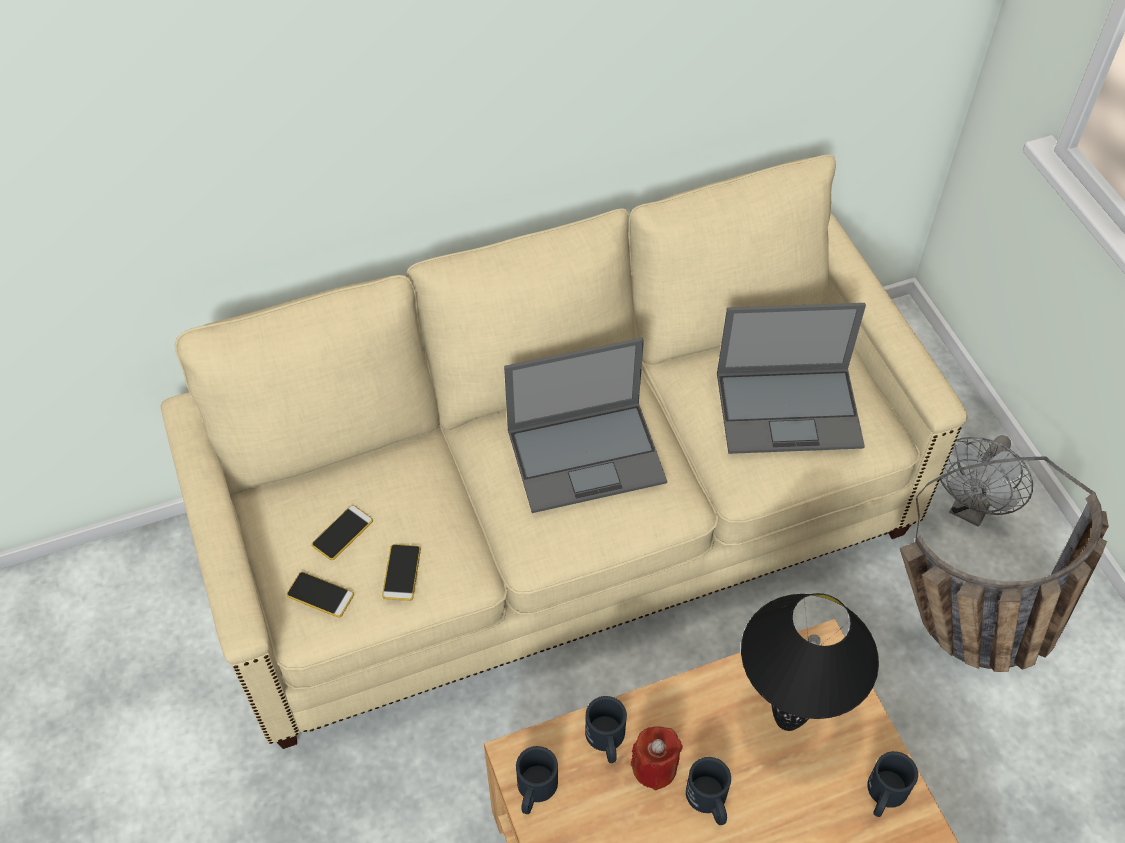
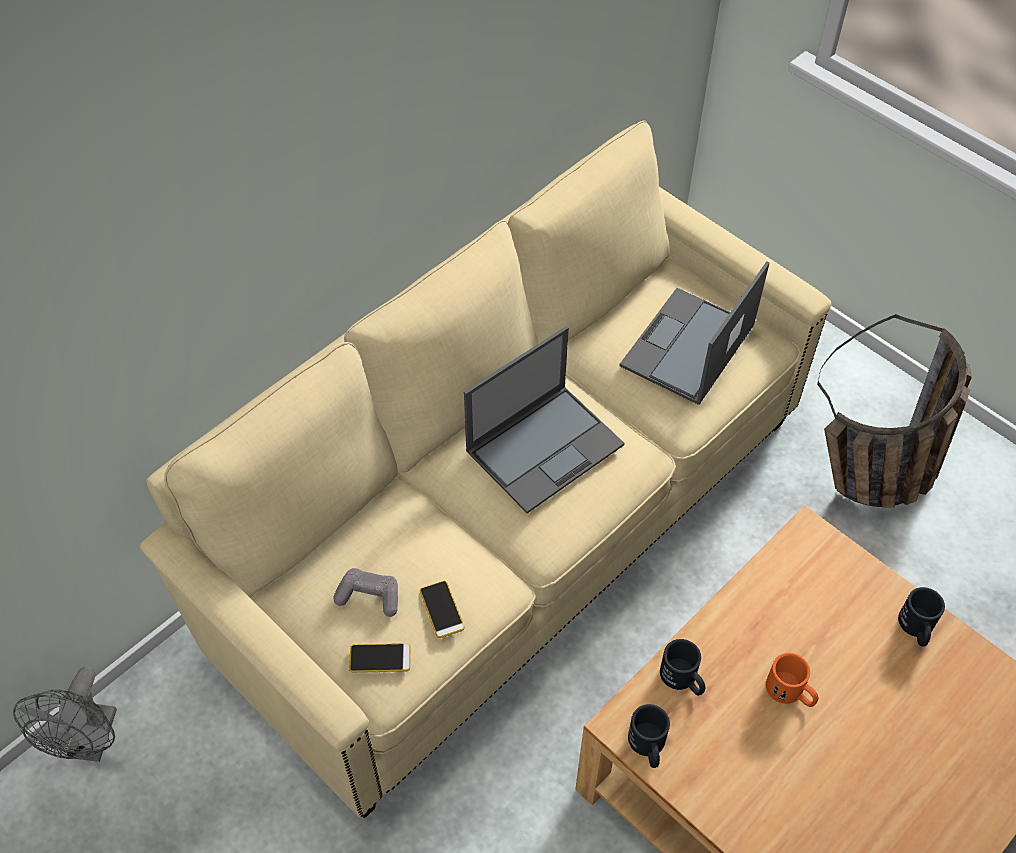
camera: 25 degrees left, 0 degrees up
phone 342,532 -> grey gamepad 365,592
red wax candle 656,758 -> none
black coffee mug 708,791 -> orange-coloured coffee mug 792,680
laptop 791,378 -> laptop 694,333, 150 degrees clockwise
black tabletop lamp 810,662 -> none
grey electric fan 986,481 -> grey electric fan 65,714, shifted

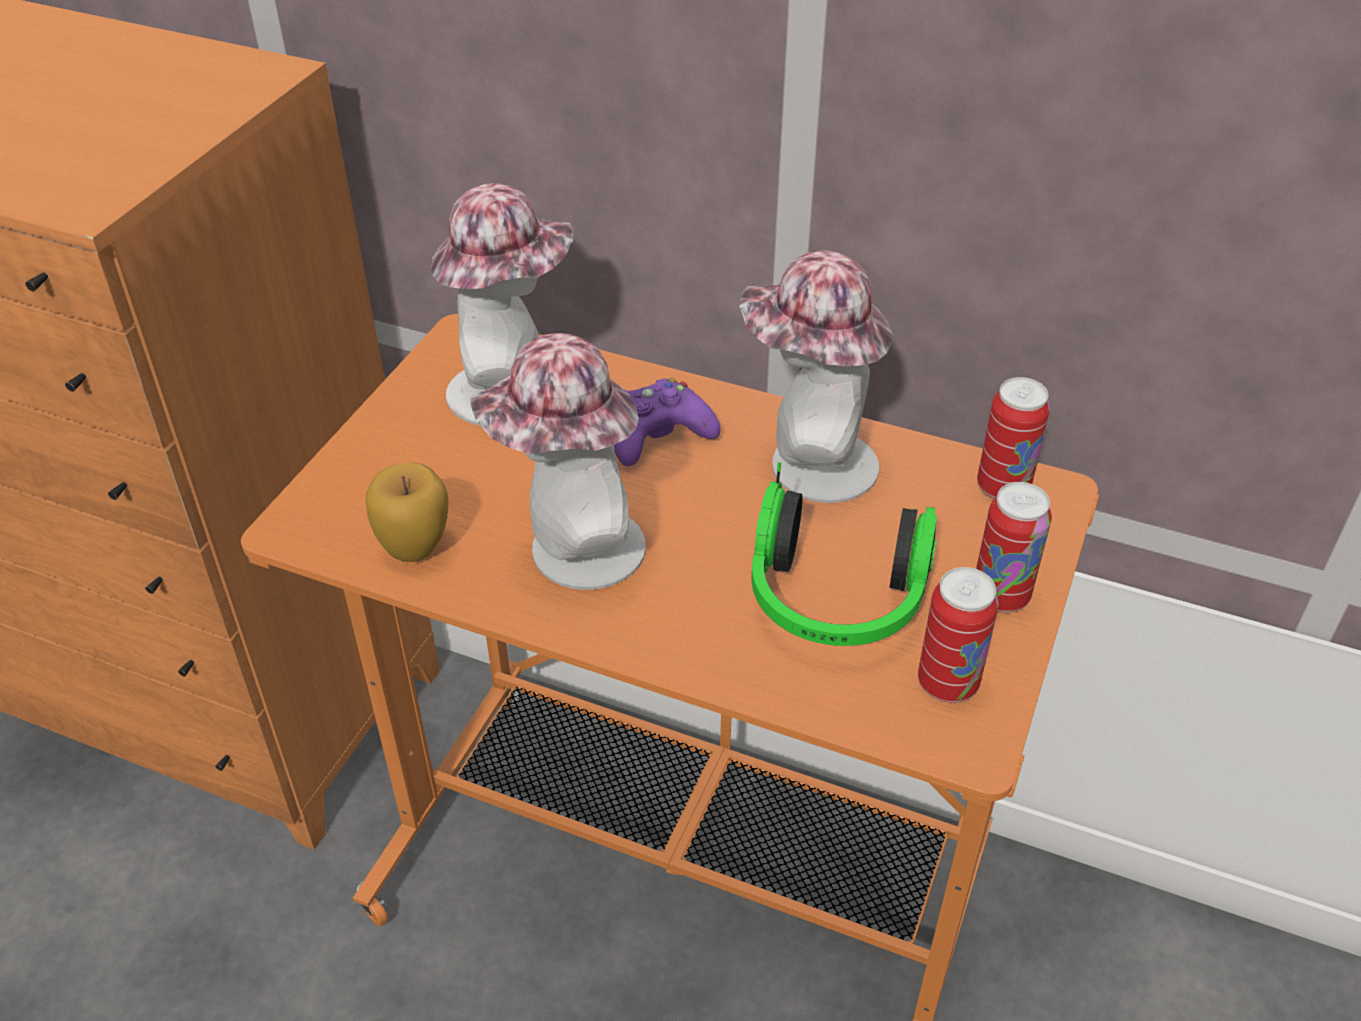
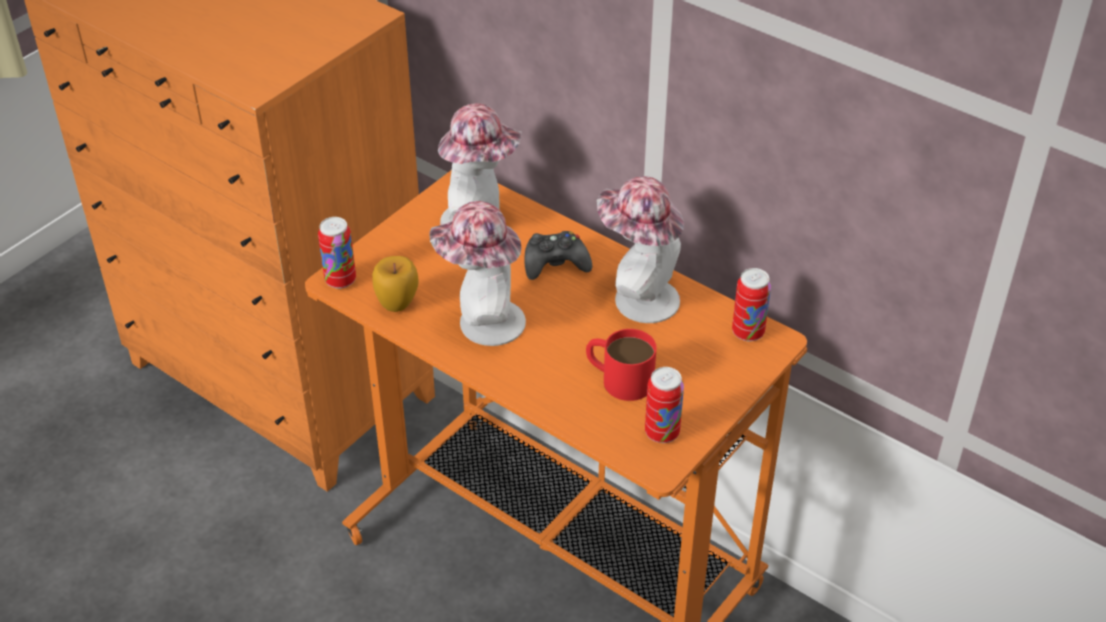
camera: 15 degrees right, 0 degrees up
purple-coloured gamepad 667,422 -> black gamepad 558,255
pair of headphones 844,554 -> red coffee mug 621,365
can 1014,547 -> can 337,253, shifted

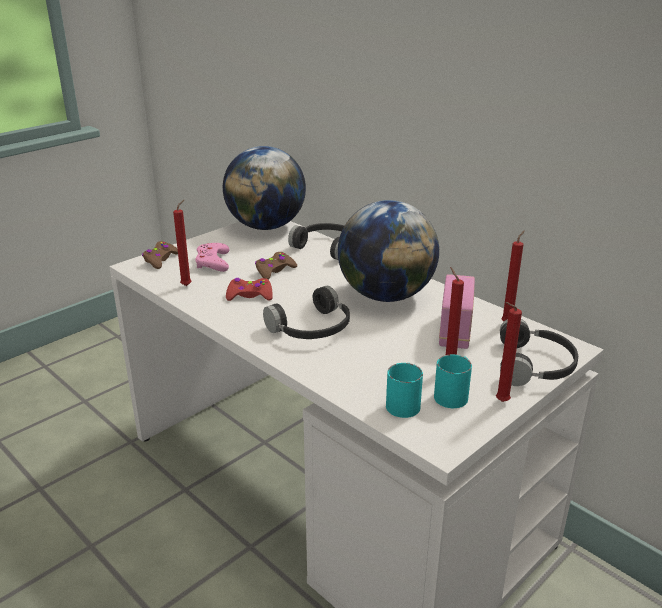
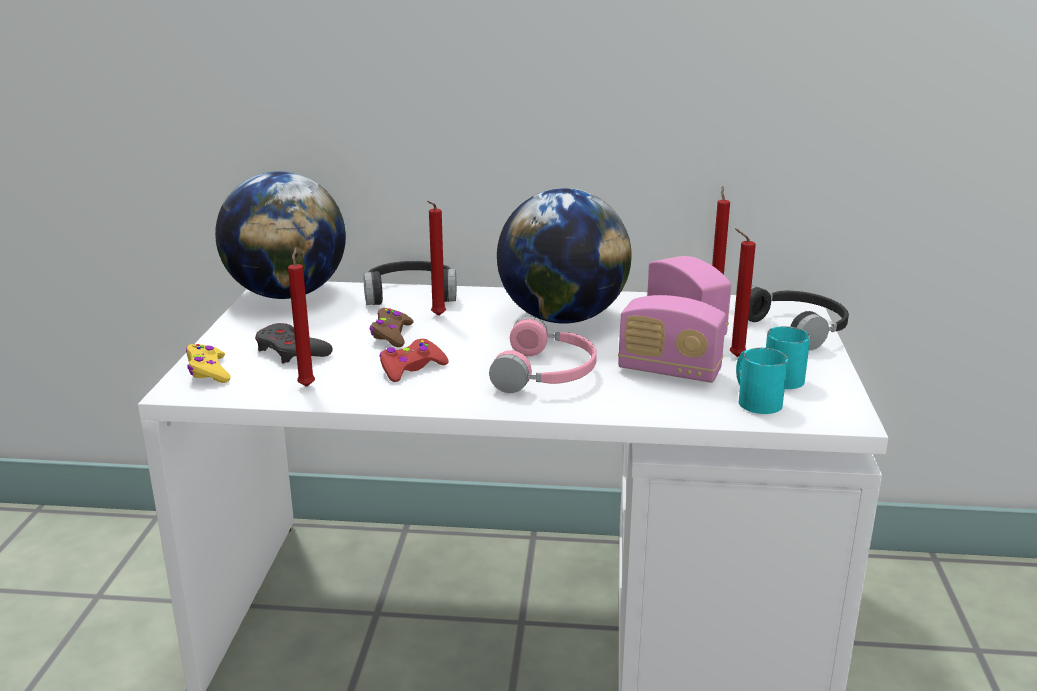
camera: 40 degrees left, 5 degrees down
brown gamepad 160,255 -> yellow-coloured gamepad 208,363
pink-coloured gamepad 212,257 -> grey gamepad 294,343
black pair of headphones 306,312 -> pink-coloured pair of headphones 543,354
red wax candle 509,352 -> red wax candle 436,258, shifted
none -> radio set 672,339

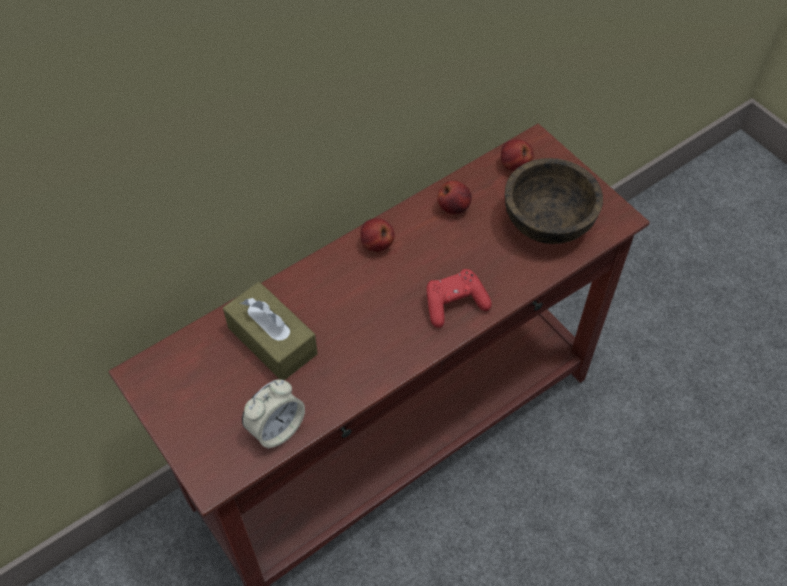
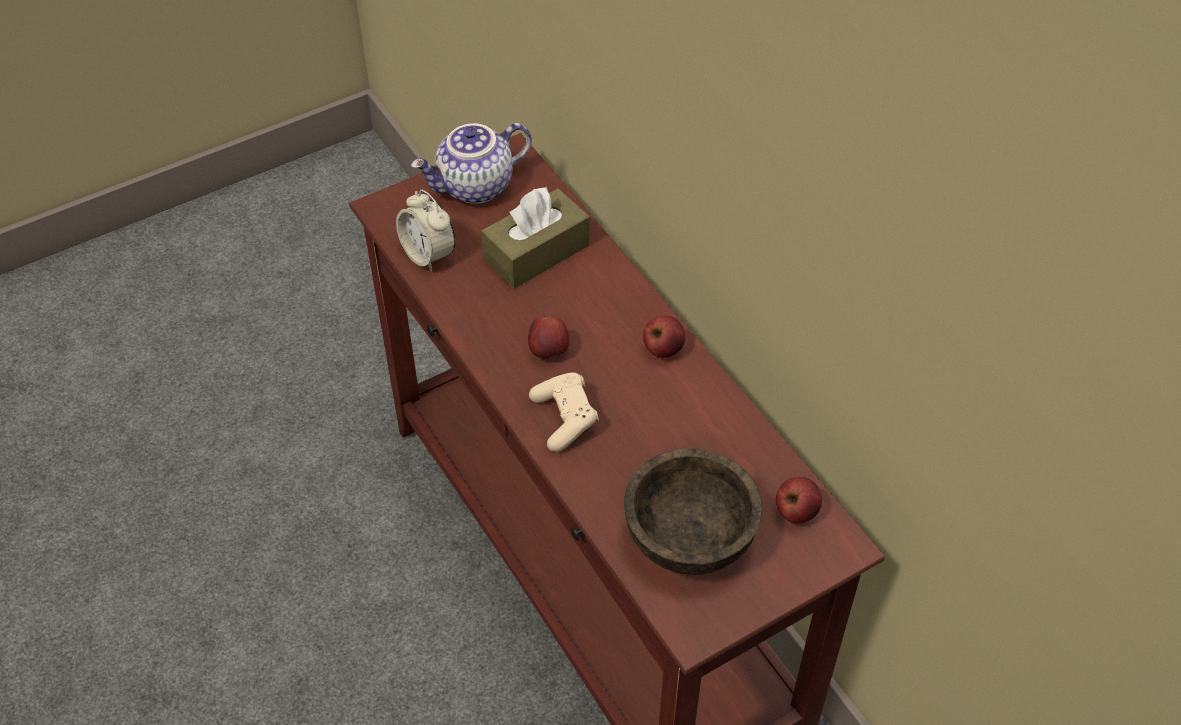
camera: 95 degrees right, 5 degrees down
red gamepad 459,298 -> beige gamepad 564,412
whole apple 454,197 -> whole apple 549,338, shifted
none -> tea pot 471,163

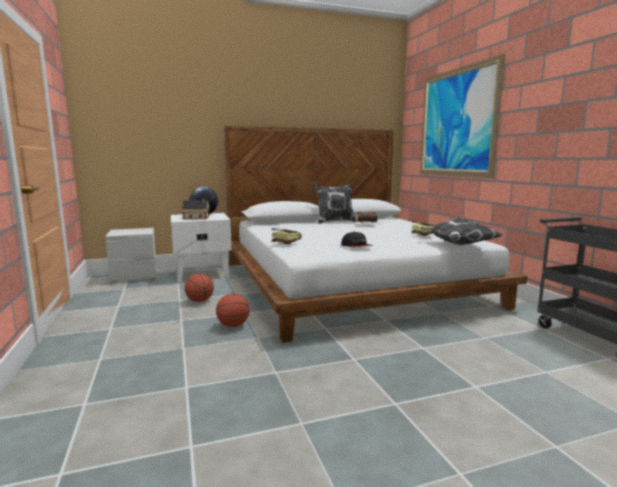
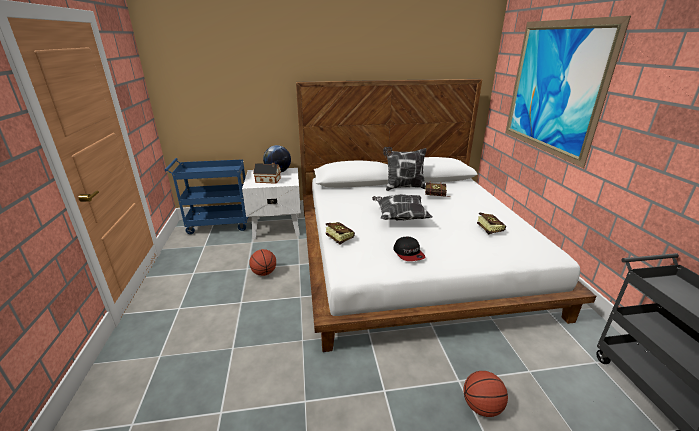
camera: 10 degrees right, 15 degrees up
white night table 131,255 -> blue-coloured wheeled cart 207,196
ball for basketball 233,310 -> ball for basketball 486,394, shifted
pillow 461,231 -> pillow 402,207, shifted

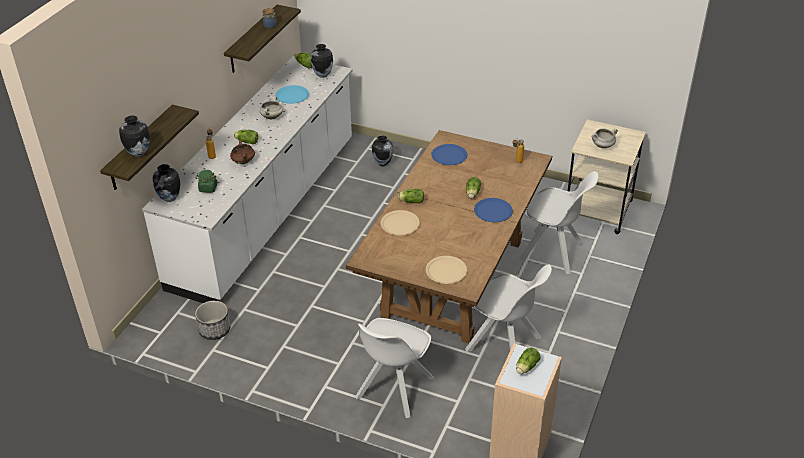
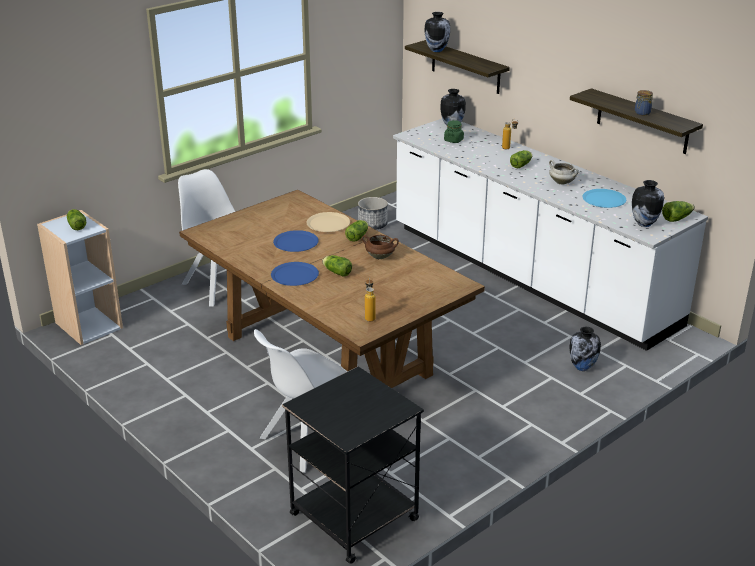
camera: 115 degrees right, 10 degrees down
brown cooking pot 242,152 -> brown cooking pot 380,247, shifted
beige dinner plate 446,270 -> none
blue-coloured dinner plate 449,154 -> blue-coloured dinner plate 296,241, shifted
white chair 508,308 -> none
beige wheeled cart 607,177 -> black wheeled cart 353,465
white cooking pot 605,138 -> none

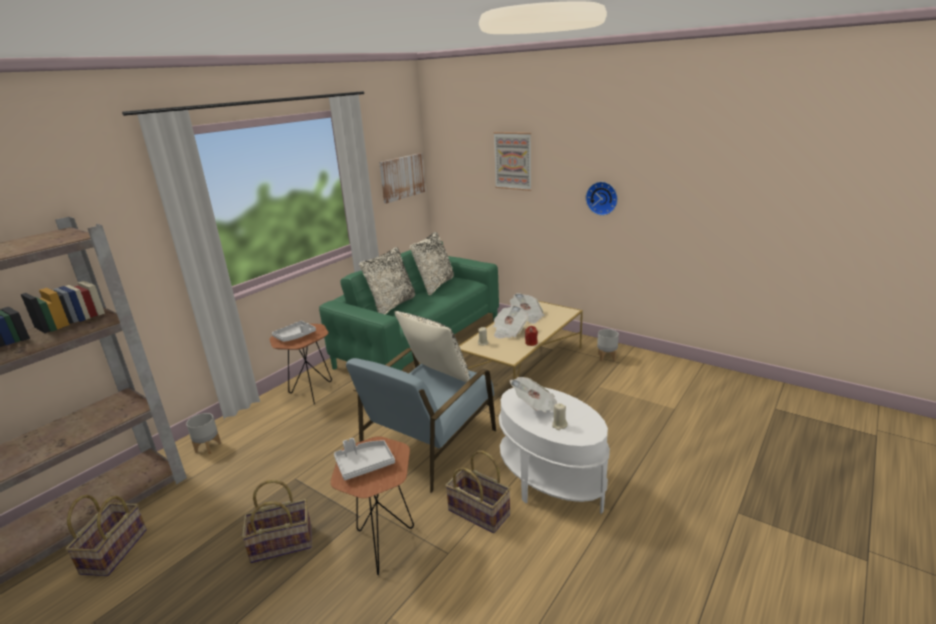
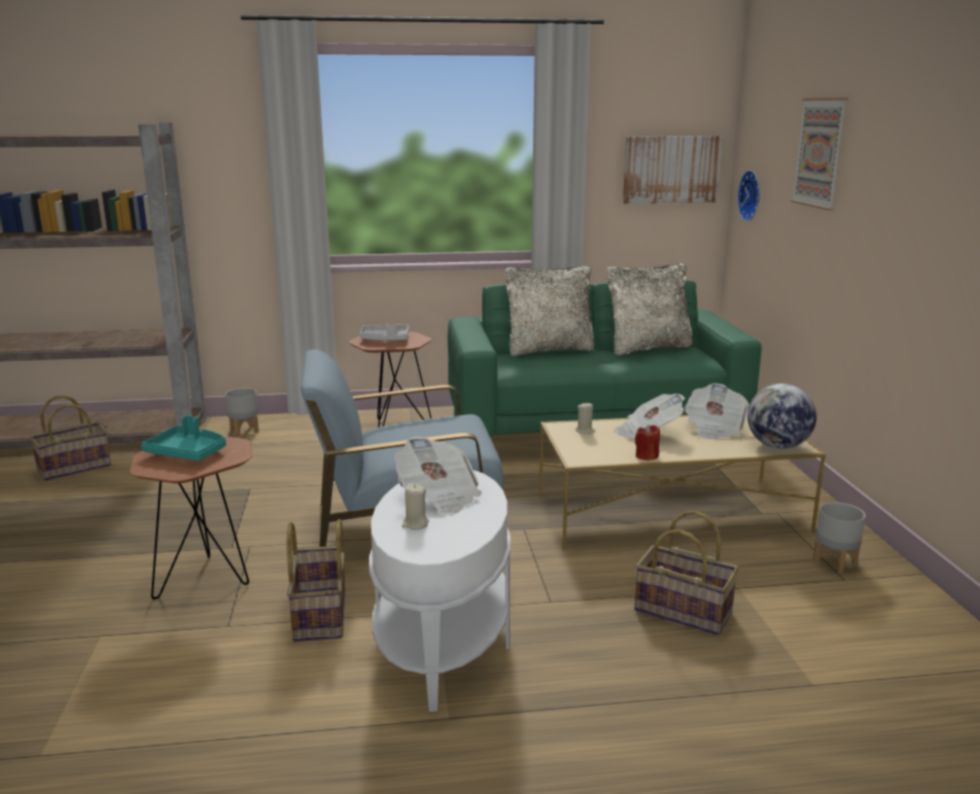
camera: 45 degrees right, 5 degrees down
household basket 276,521 -> household basket 686,572, shifted
grey serving tray 364,459 -> blue-green serving tray 183,438
beige pillow 432,347 -> none
clock on the wall 602,199 -> clock on the wall 748,195, shifted
none -> world globe 782,416

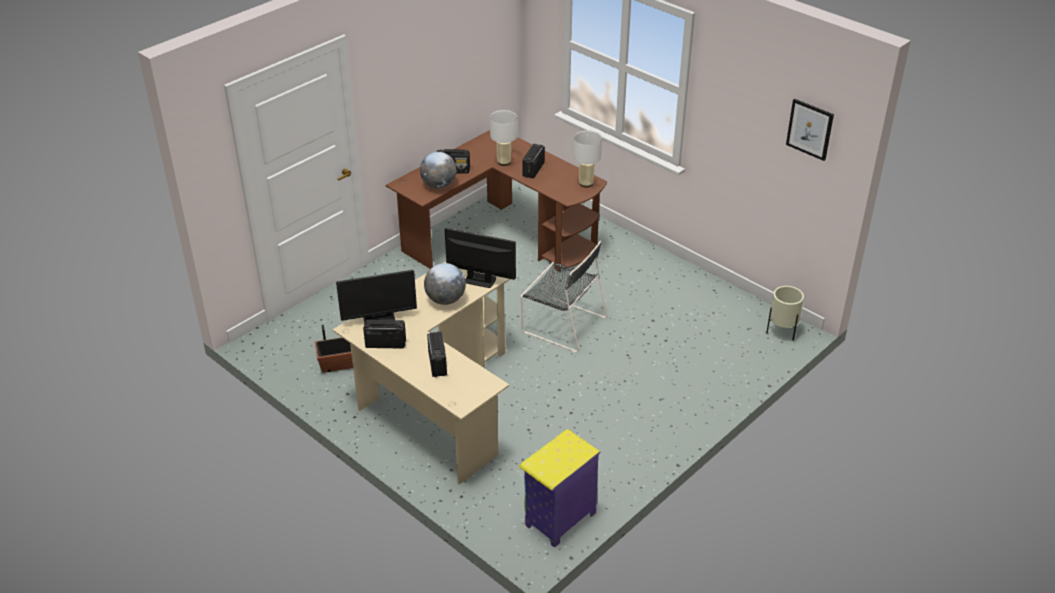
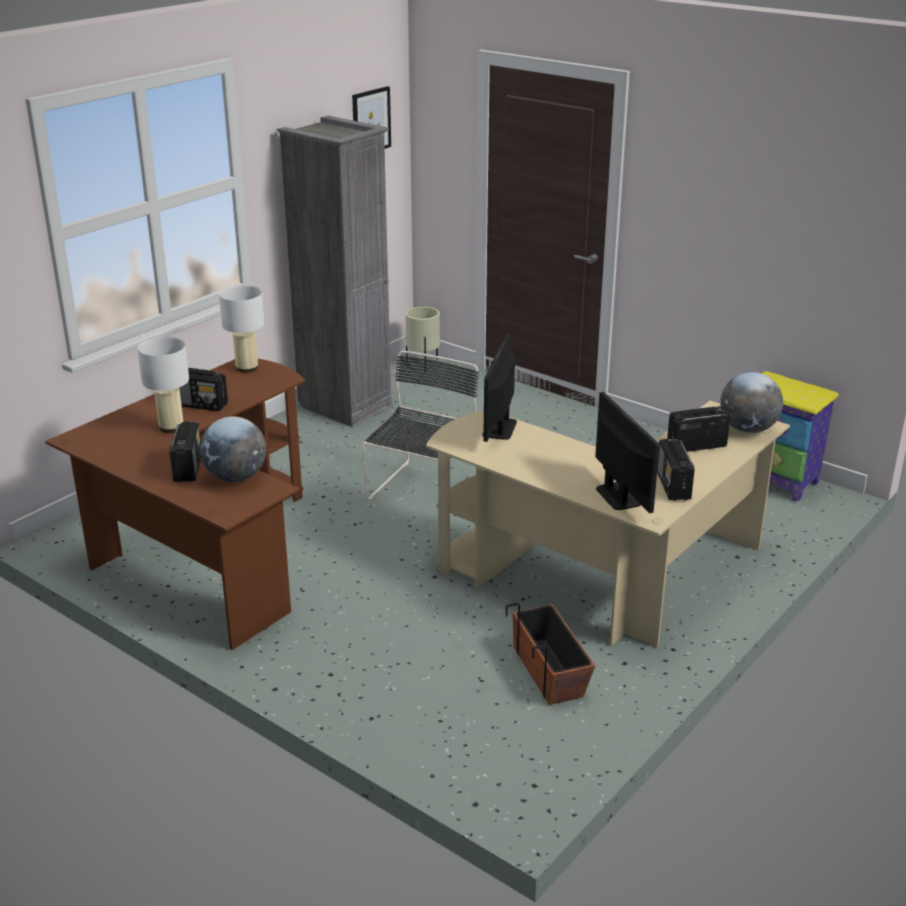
camera: 95 degrees left, 10 degrees down
world globe 445,284 -> world globe 751,402, shifted
none -> grey cabinet 334,271

